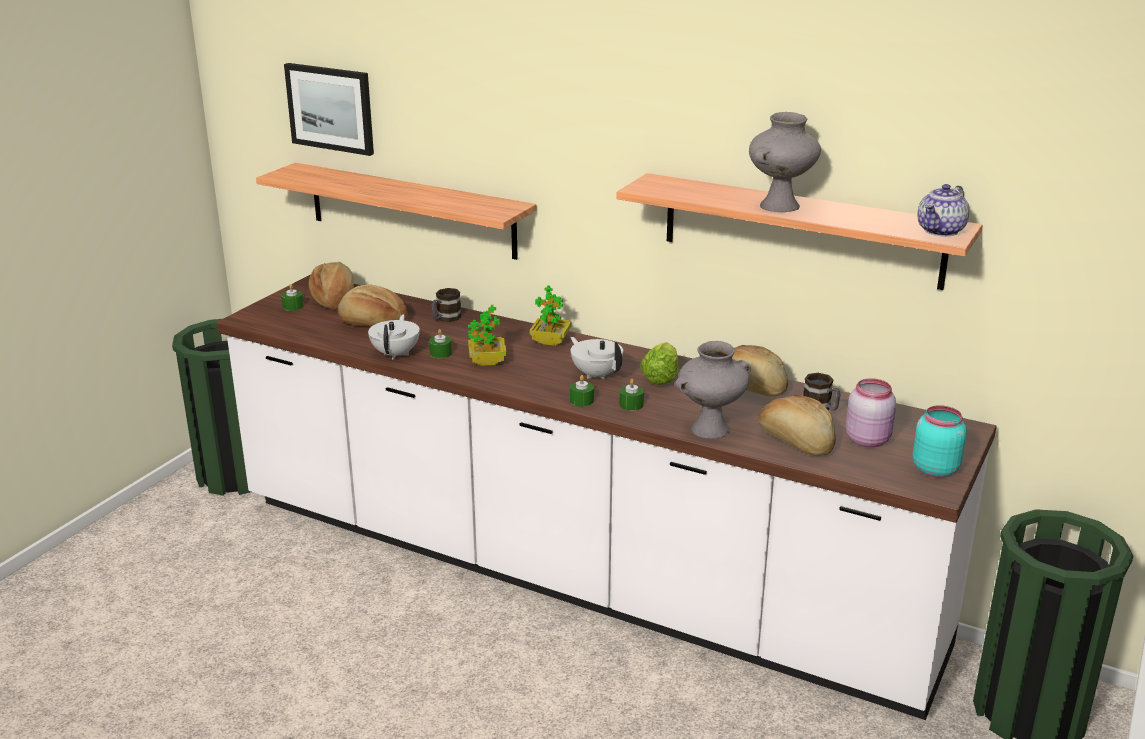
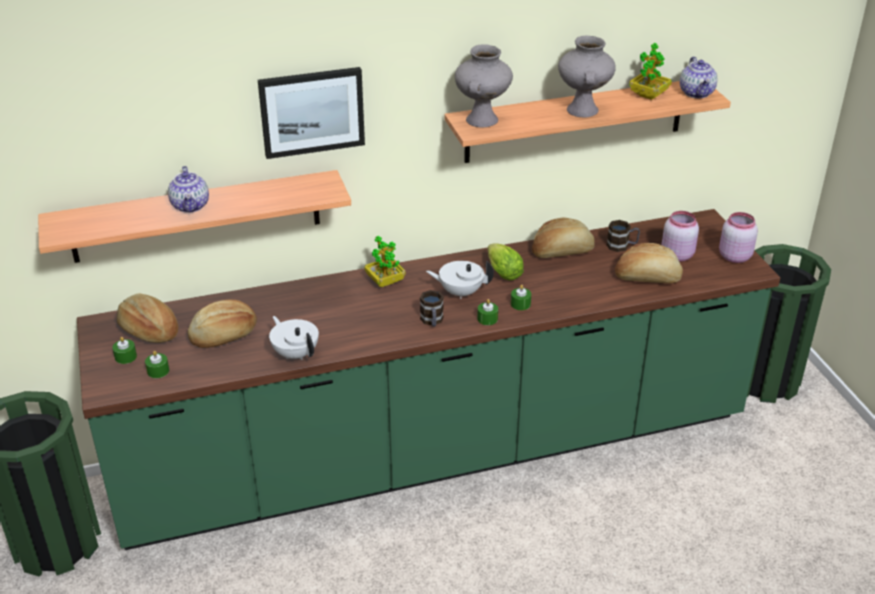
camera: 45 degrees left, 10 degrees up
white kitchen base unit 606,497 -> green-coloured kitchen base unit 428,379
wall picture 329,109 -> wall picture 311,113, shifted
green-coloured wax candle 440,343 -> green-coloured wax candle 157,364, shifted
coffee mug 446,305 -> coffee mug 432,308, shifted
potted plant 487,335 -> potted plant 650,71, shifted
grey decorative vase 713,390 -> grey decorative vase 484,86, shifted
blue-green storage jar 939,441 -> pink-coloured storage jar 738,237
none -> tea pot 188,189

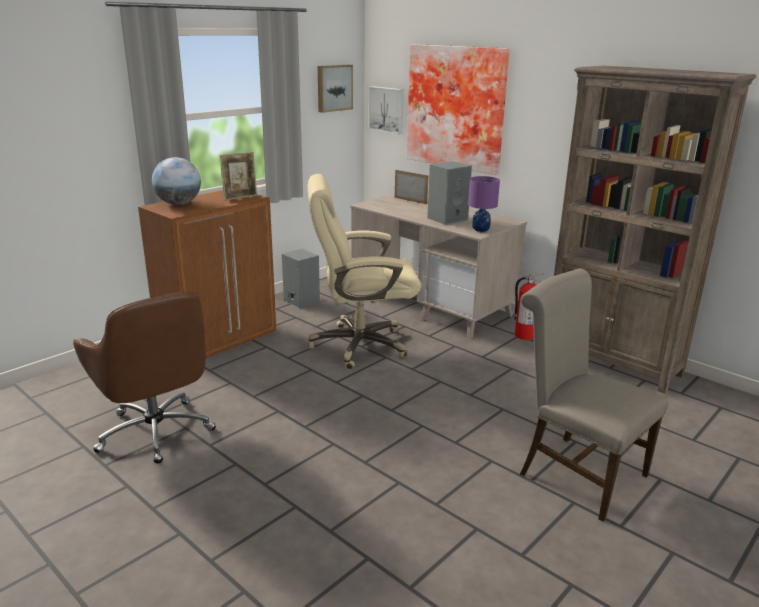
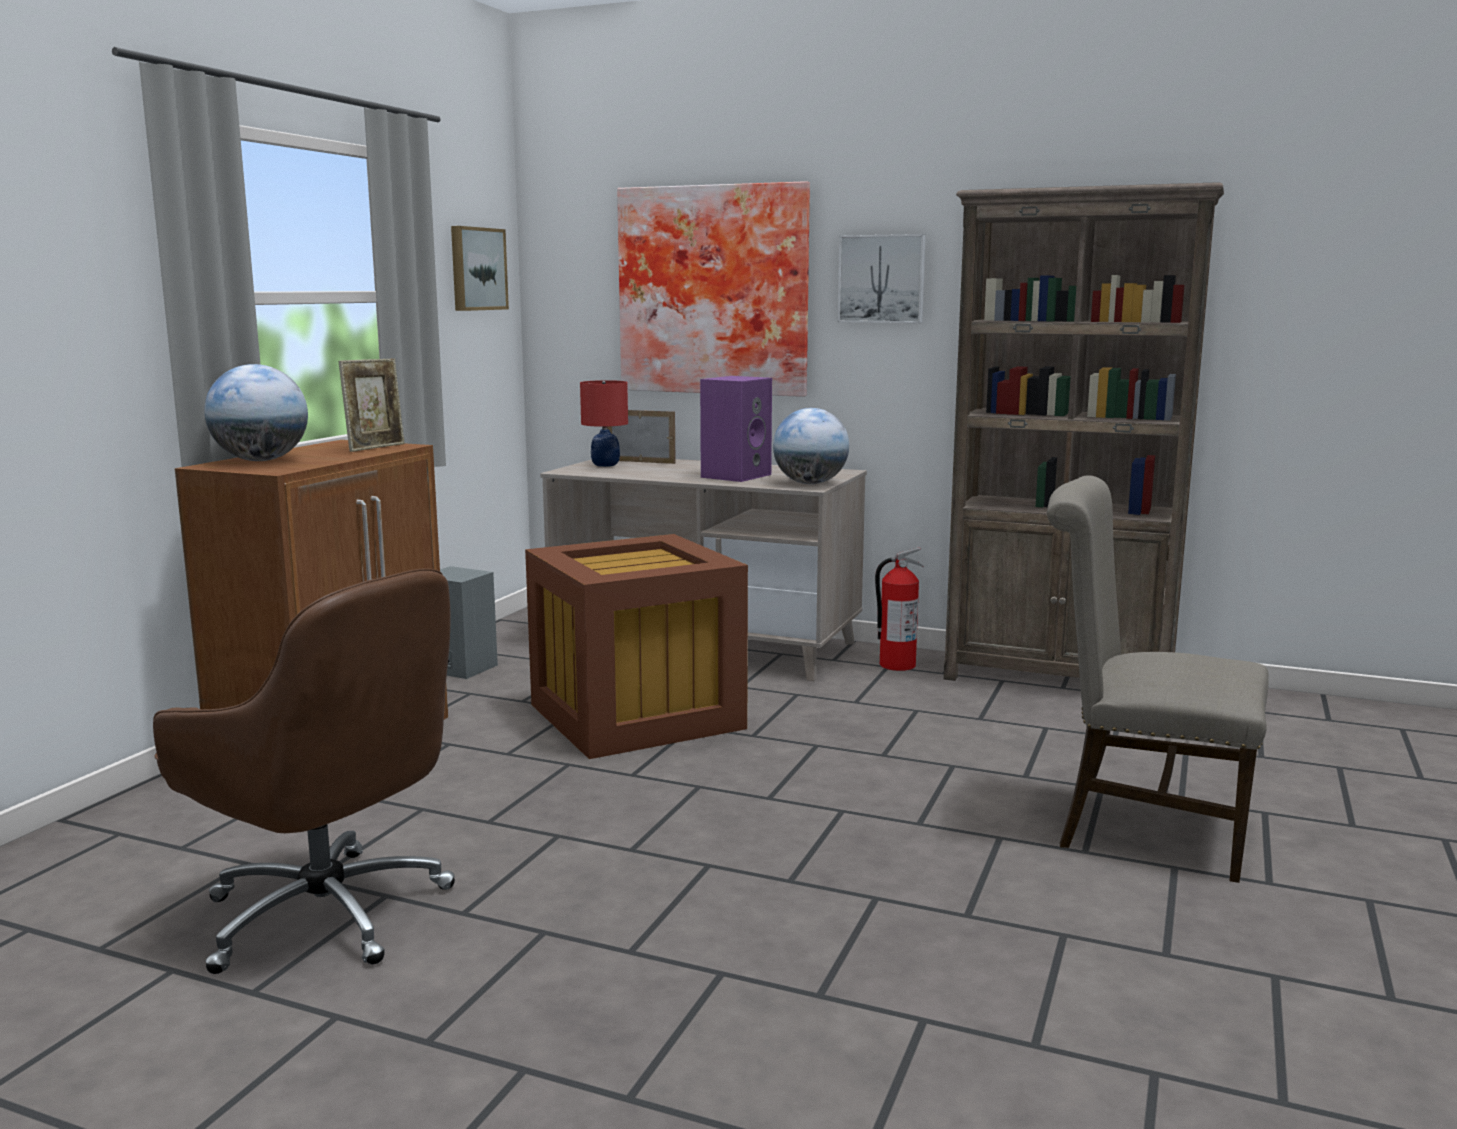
camera: 20 degrees left, 10 degrees down
beige office chair 364,272 -> brown storage bin 636,646
wall picture 386,110 -> wall picture 882,278, shifted
grey audio speaker 449,193 -> purple-coloured audio speaker 736,429
purple-coloured tabletop lamp 484,204 -> world globe 811,446
none -> red tabletop lamp 604,423

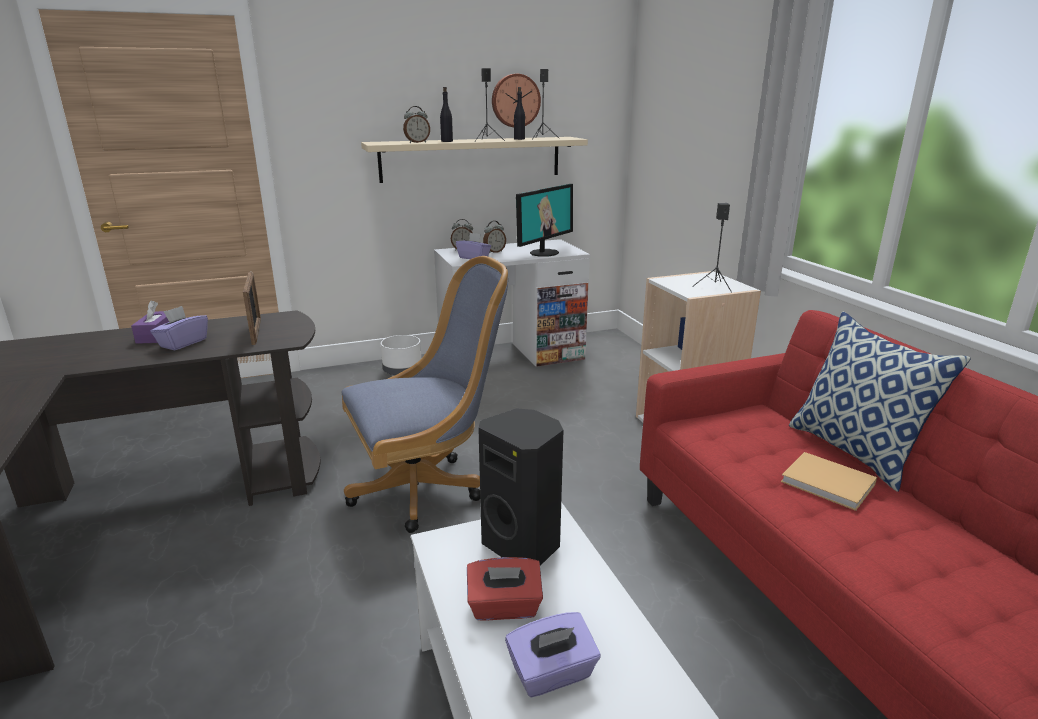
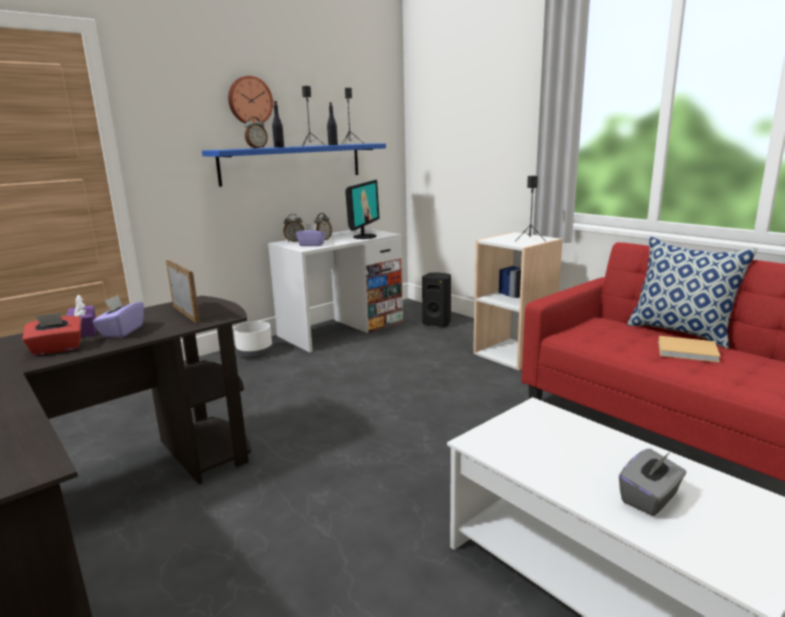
camera: 20 degrees left, 5 degrees down
blue-coloured office chair 425,394 -> none
beige shelf 474,160 -> blue-coloured shelf 294,165
red tissue box 505,589 -> red tissue box 52,334, shifted
black audio speaker 520,487 -> black audio speaker 436,299, shifted
clock on the wall 516,100 -> clock on the wall 250,100, shifted
purple-coloured tissue box 552,655 -> grey tissue box 652,482

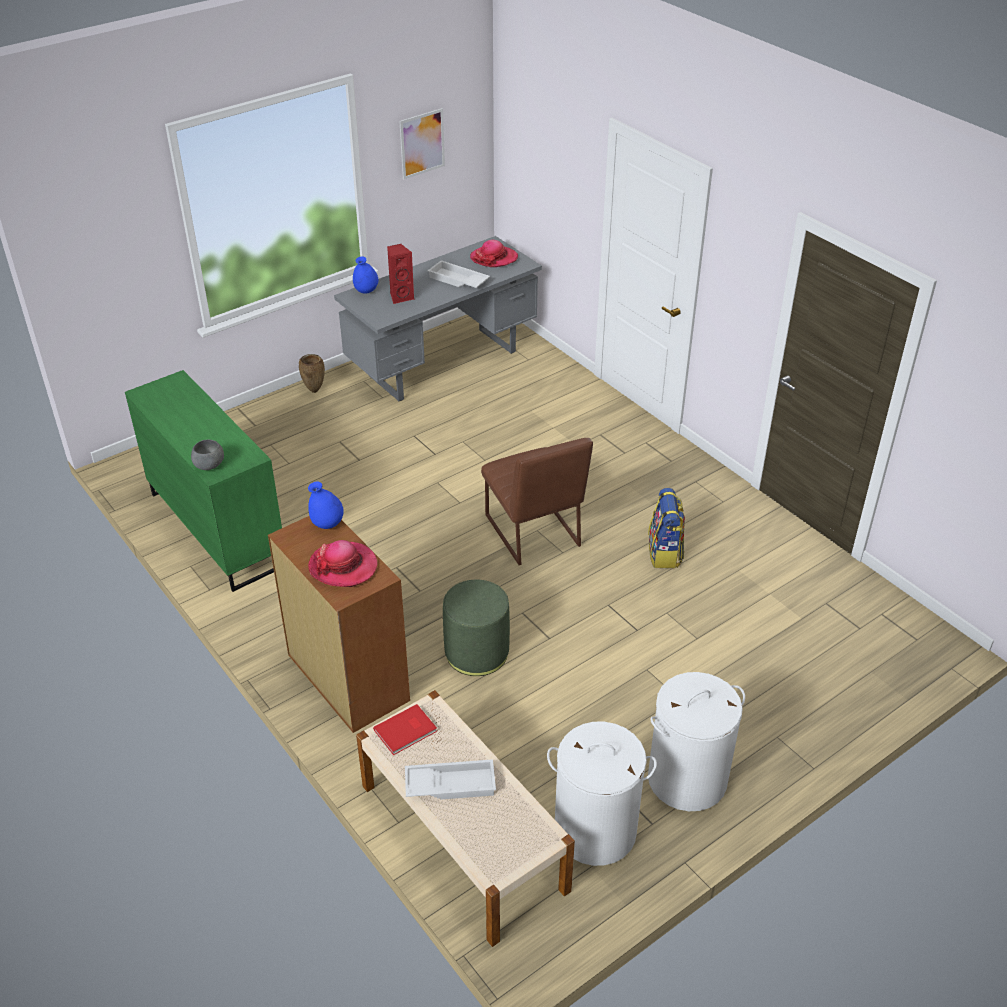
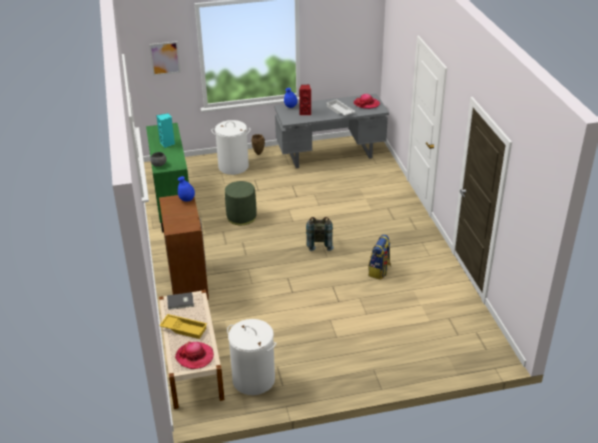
camera: 25 degrees right, 5 degrees down
clothing hat 343,563 -> clothing hat 194,355, shifted
red volume 405,729 -> grey volume 180,301
wall picture 422,143 -> wall picture 165,58, shifted
white serving tray 450,779 -> yellow-coloured serving tray 183,326
green-coloured pouffe 476,628 -> green-coloured pouffe 241,203, shifted
brown chair 537,501 -> grey backpack 320,234
white hamper 696,741 -> white hamper 231,147, shifted
none -> blue-green audio speaker 165,130

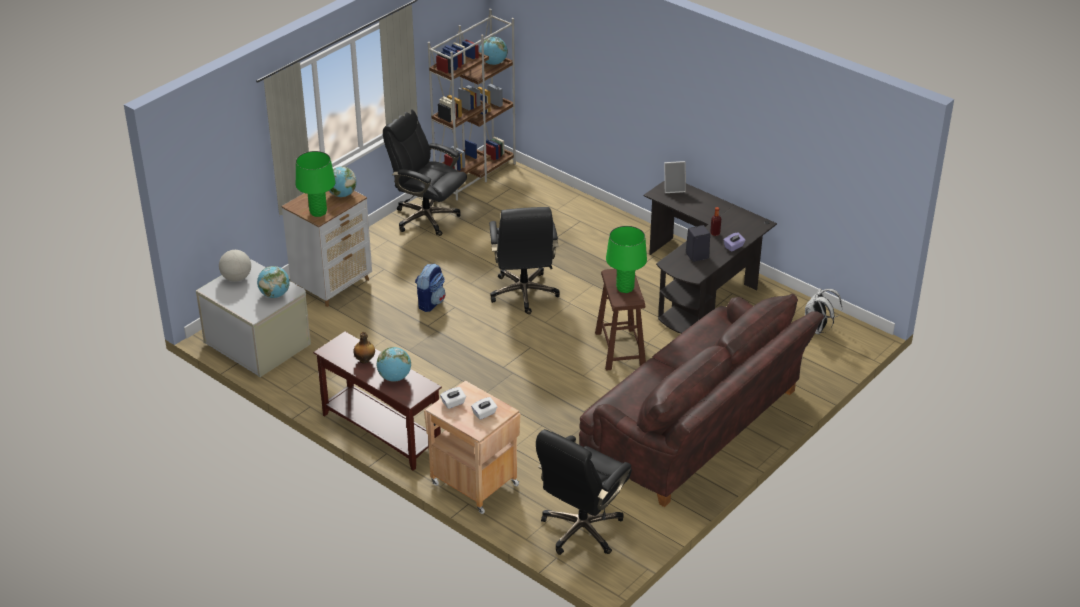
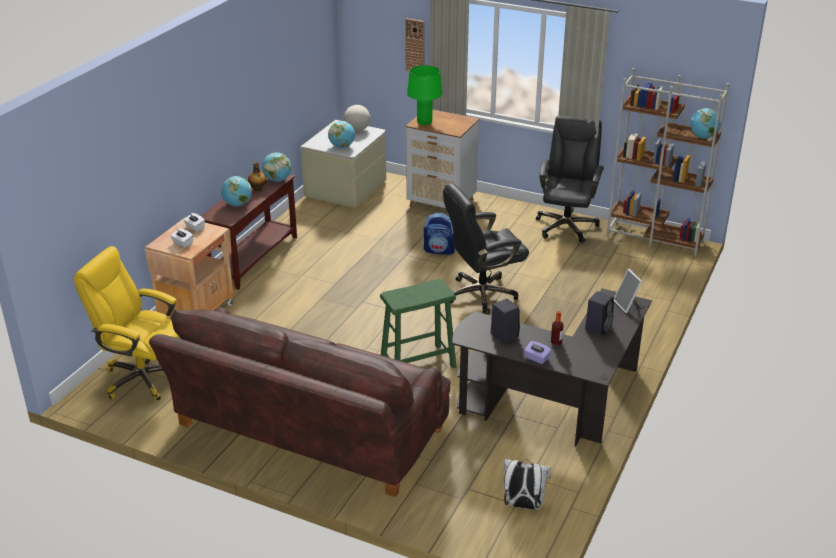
camera: 75 degrees right, 5 degrees down
world globe 343,181 -> world globe 276,167, shifted
black office chair 584,492 -> yellow-coloured office chair 127,323
brown sitting stool 620,320 -> green-coloured sitting stool 418,323
green-coloured tabletop lamp 626,259 -> none
none -> clock on the wall 415,44
none -> black audio speaker 599,313

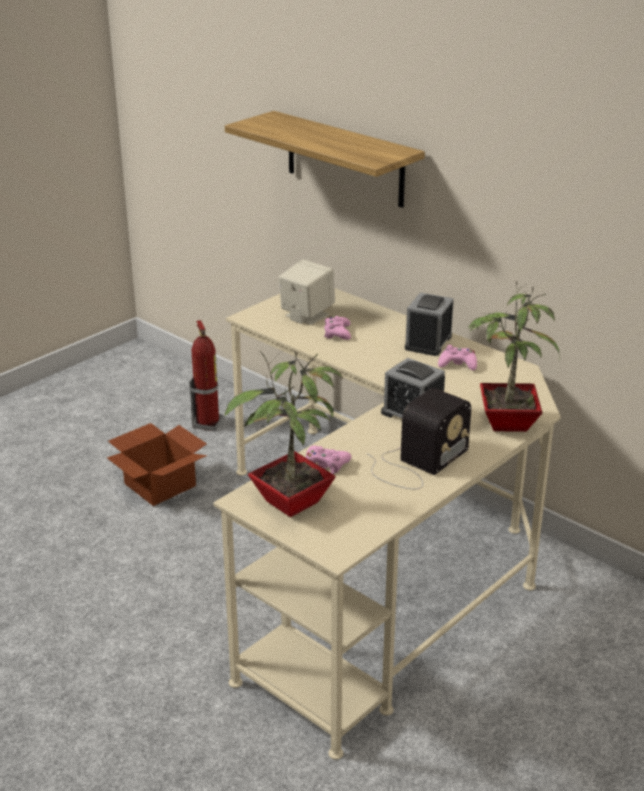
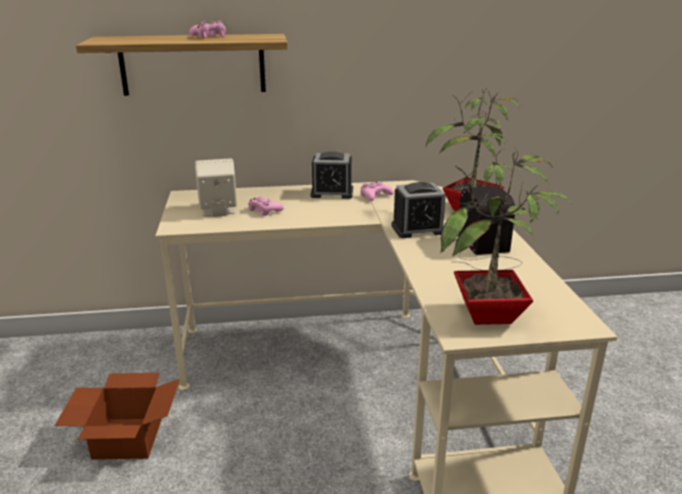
camera: 50 degrees left, 5 degrees down
fire-fighting cylinder 206,375 -> none
pink-coloured gamepad 328,460 -> pink-coloured gamepad 208,29, shifted
alarm clock 429,324 -> alarm clock 332,175, 60 degrees counterclockwise

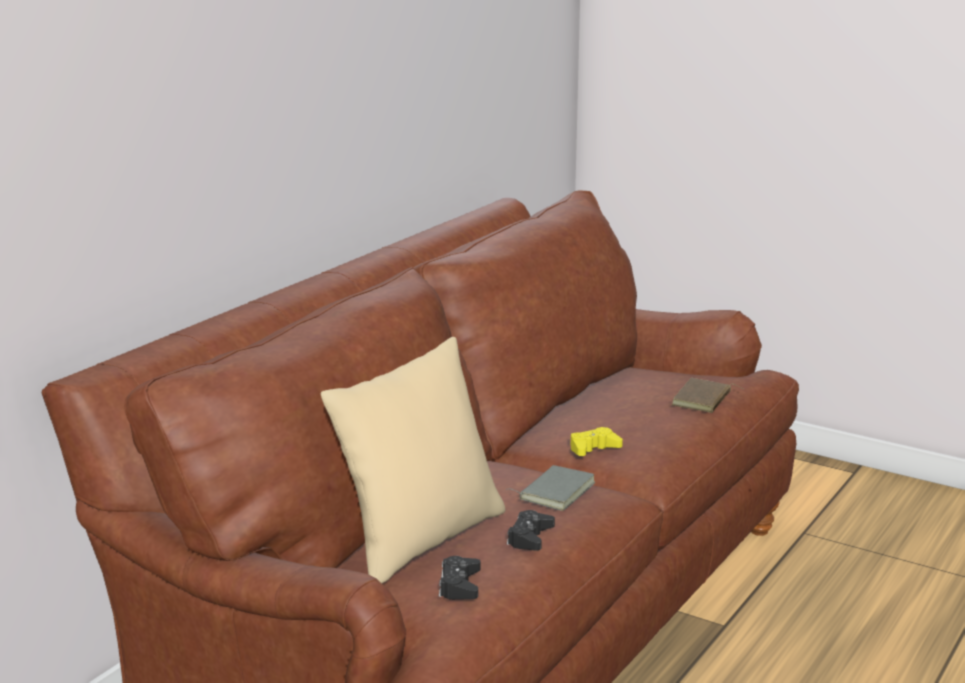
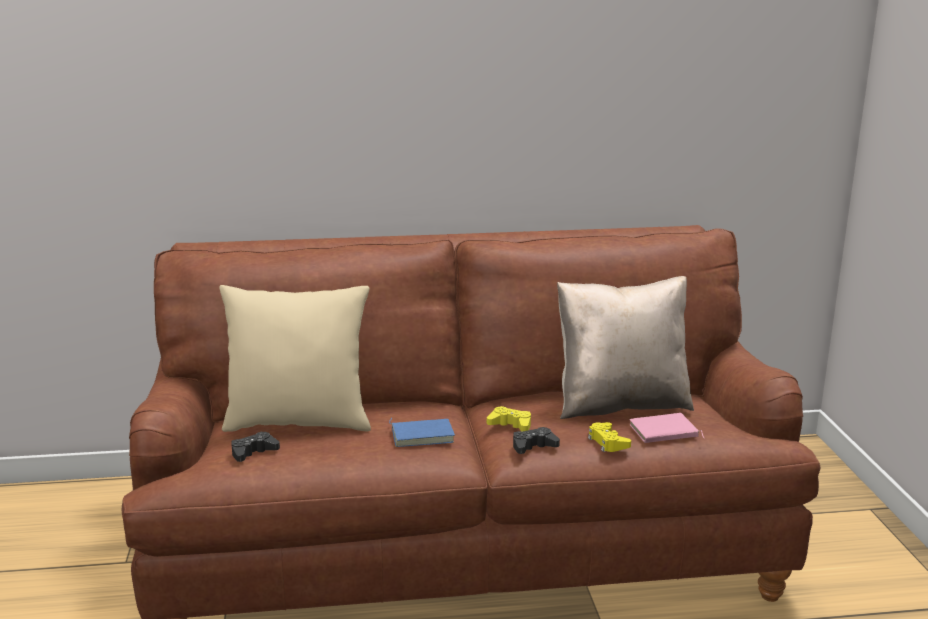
camera: 50 degrees right, 0 degrees up
grey volume 550,488 -> blue-coloured volume 422,432
black gamepad 531,530 -> black gamepad 536,440, shifted
brown volume 707,395 -> pink-coloured volume 667,428
none -> beige pillow 625,347
none -> yellow-coloured gamepad 609,437

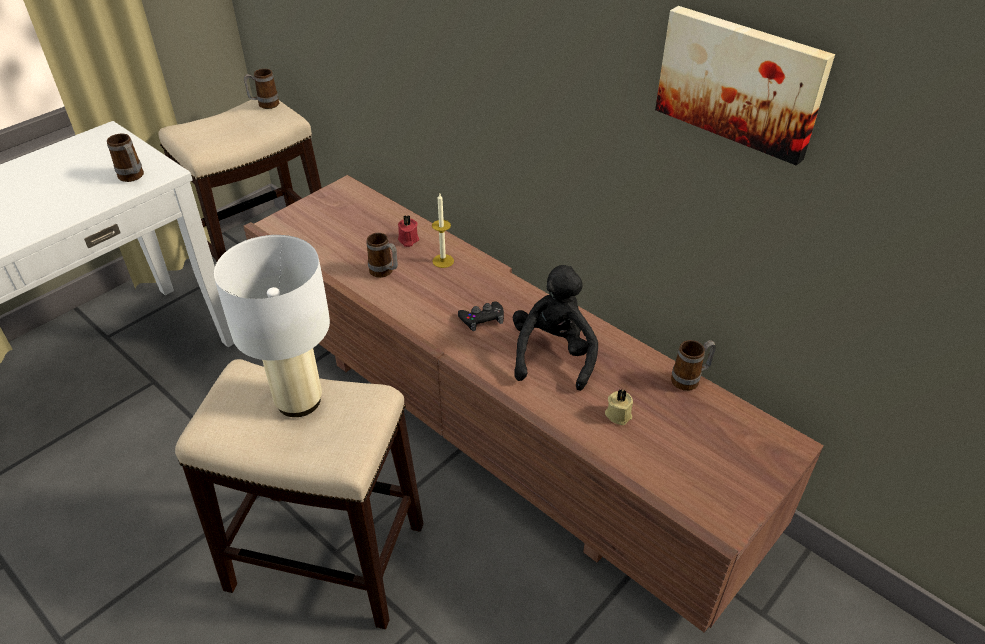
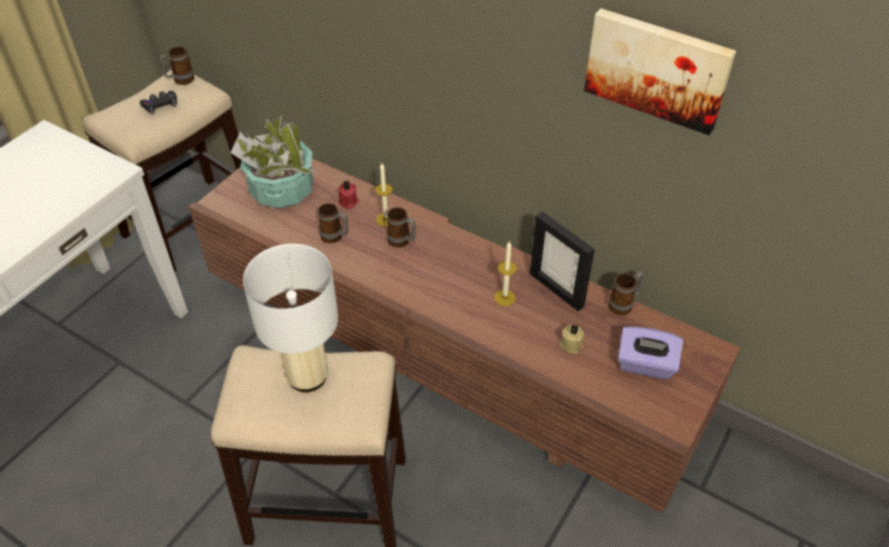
camera: 10 degrees left, 5 degrees up
coffee mug 125,158 -> coffee mug 401,227, shifted
black gamepad 481,316 -> black gamepad 158,102, shifted
black cuddly toy 555,328 -> wax candle 505,273
none -> potted plant 272,162
none -> picture frame 562,261
none -> purple-coloured tissue box 650,353

